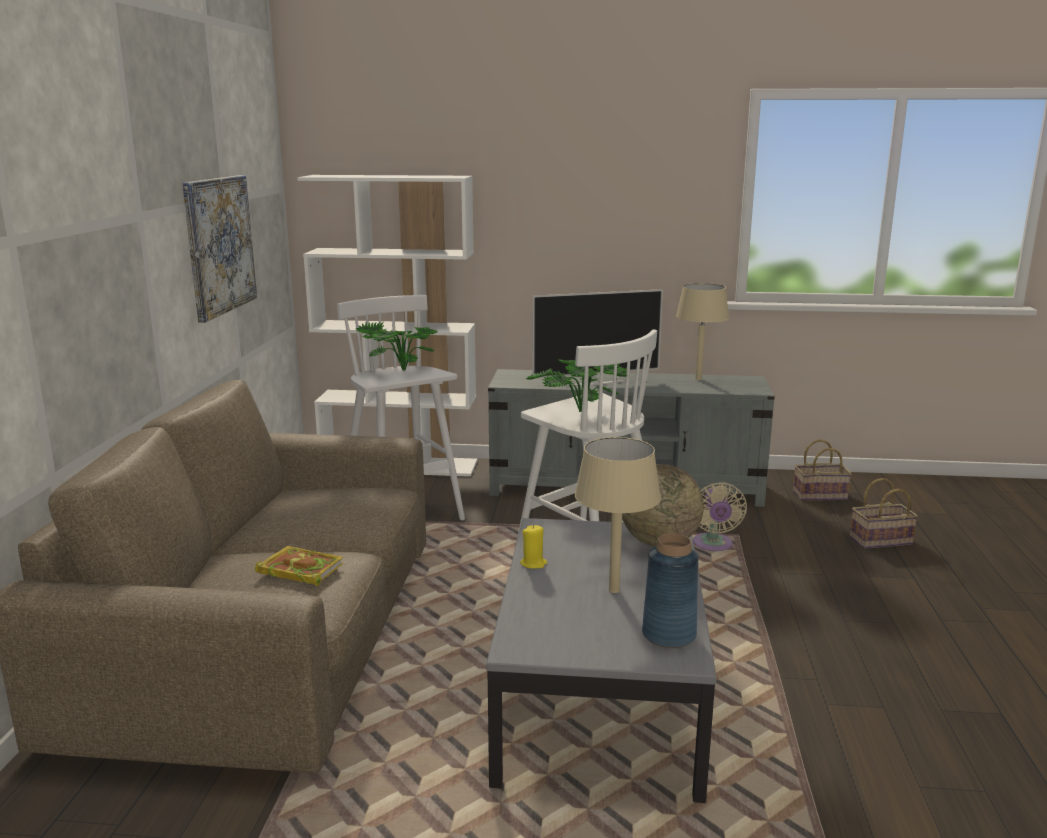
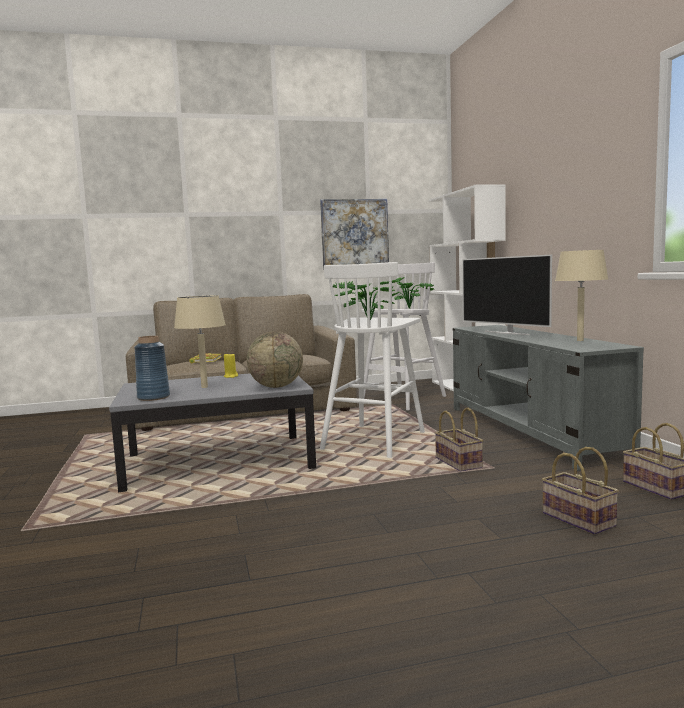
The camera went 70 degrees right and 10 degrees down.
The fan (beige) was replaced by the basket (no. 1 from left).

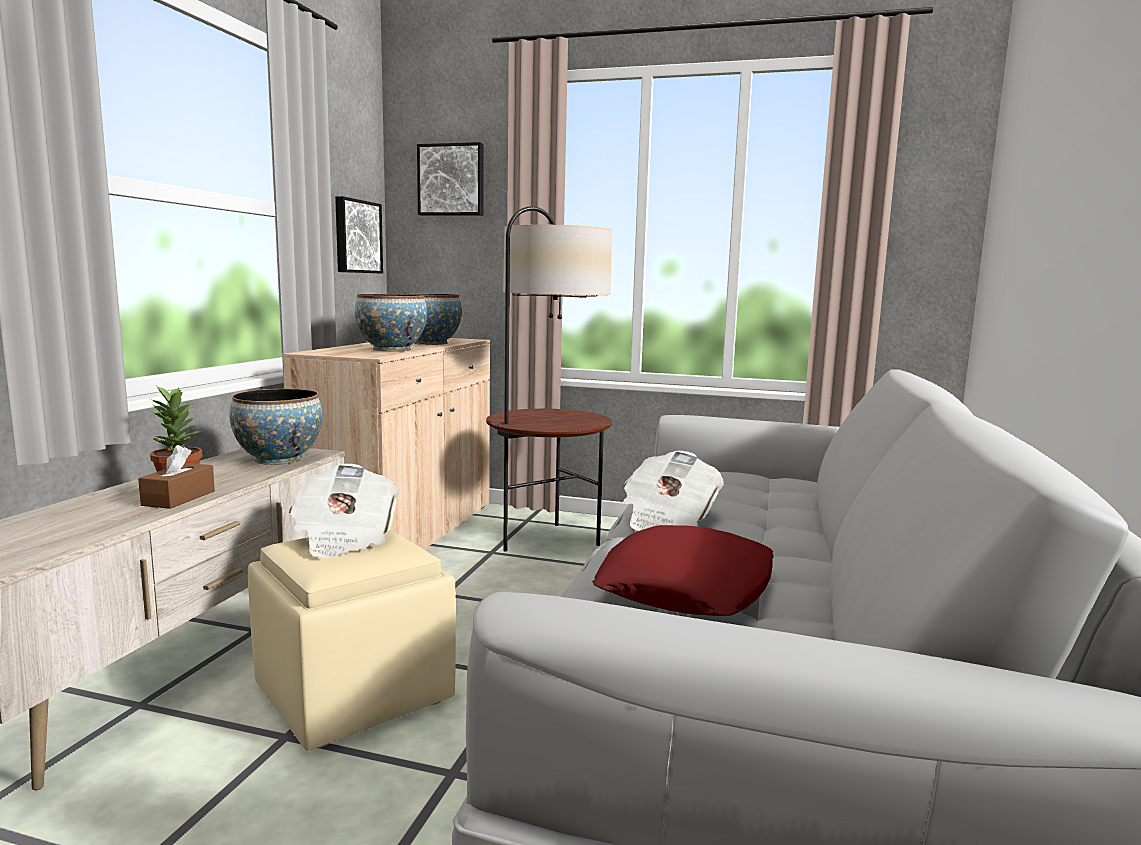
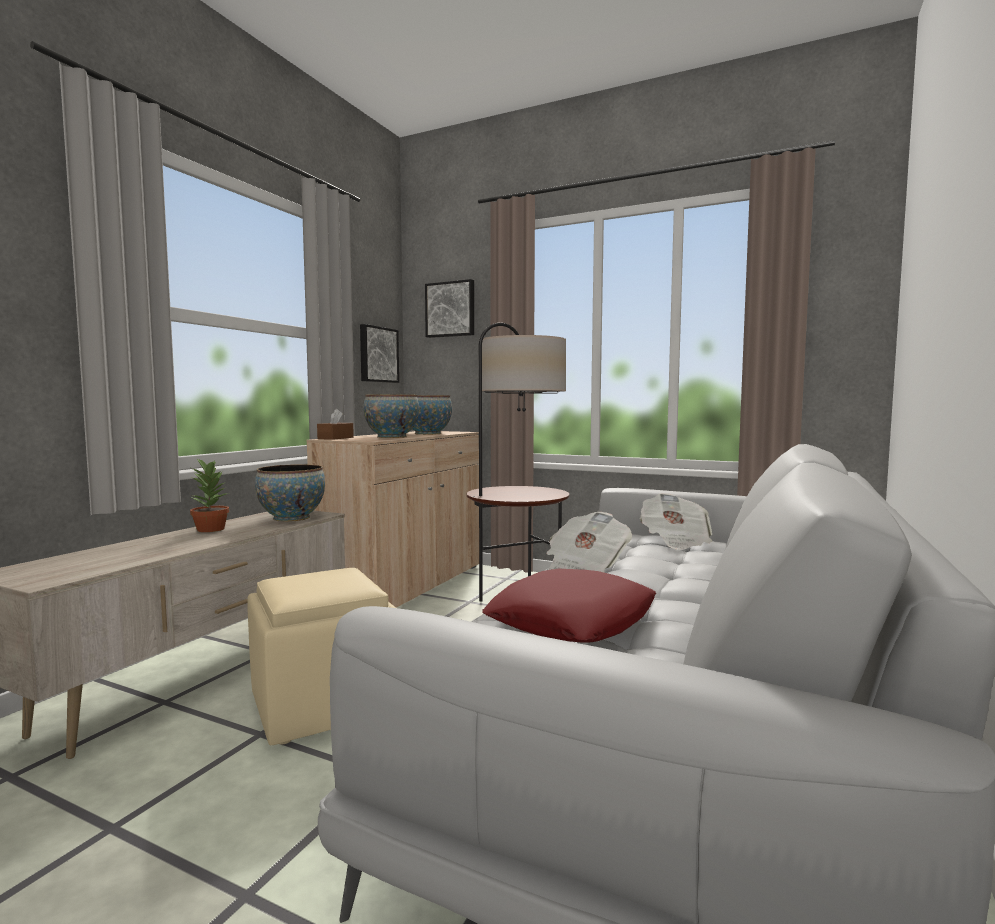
The camera went 10 degrees right and 5 degrees down.
The tissue box (brown) moved.
The newspaper (no. 1 from left in the first image) moved.

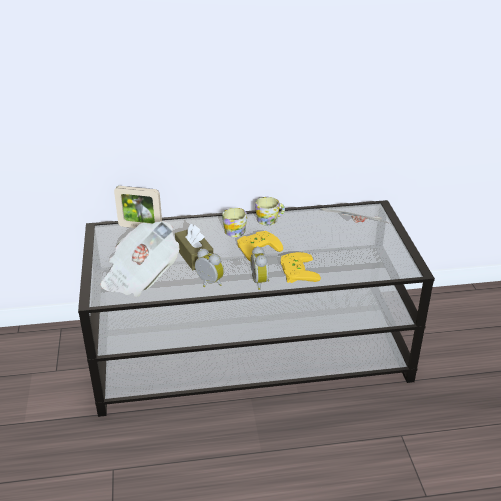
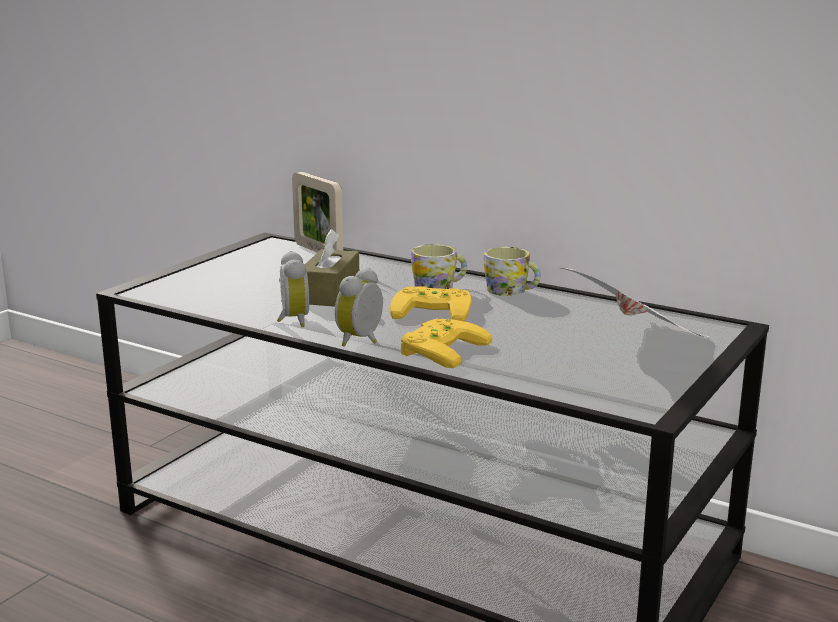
The camera went 40 degrees right and 15 degrees down.
The newspaper (no. 1 from left) disappeared.

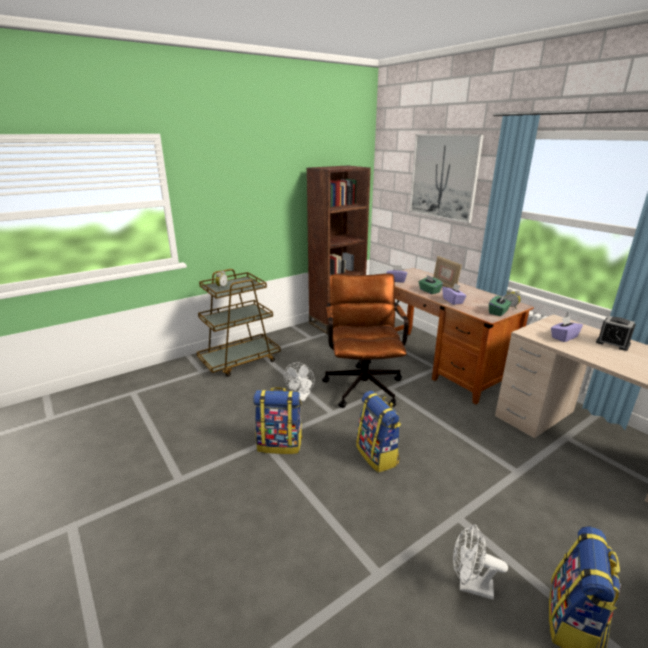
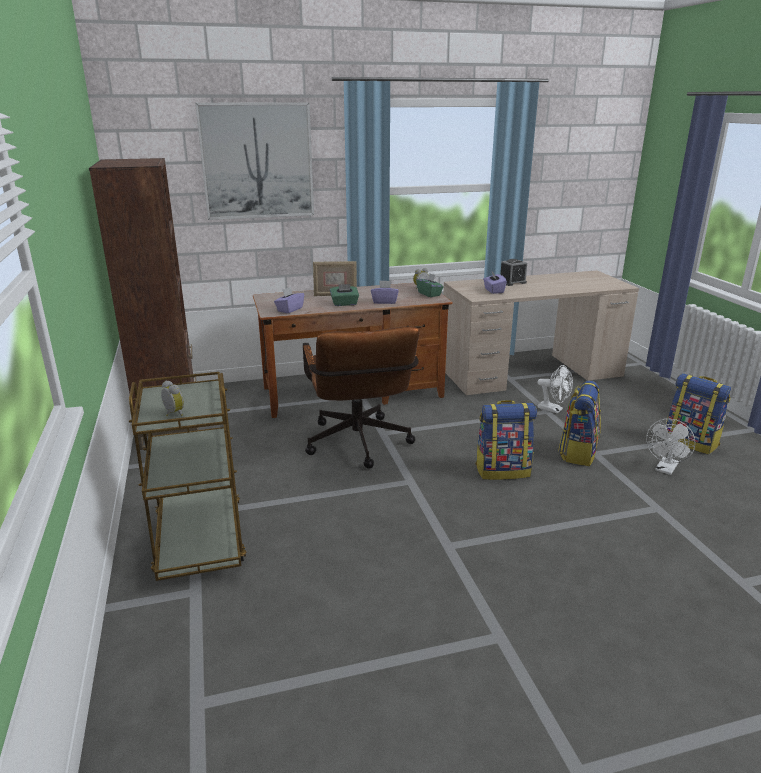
The camera went 70 degrees left and 0 degrees up.
The backpack (no. 1 from left in the first image) moved.
The fan (white) (no. 1 from left) moved.
The office chair (brown) turned 120 degrees counterclockwise.

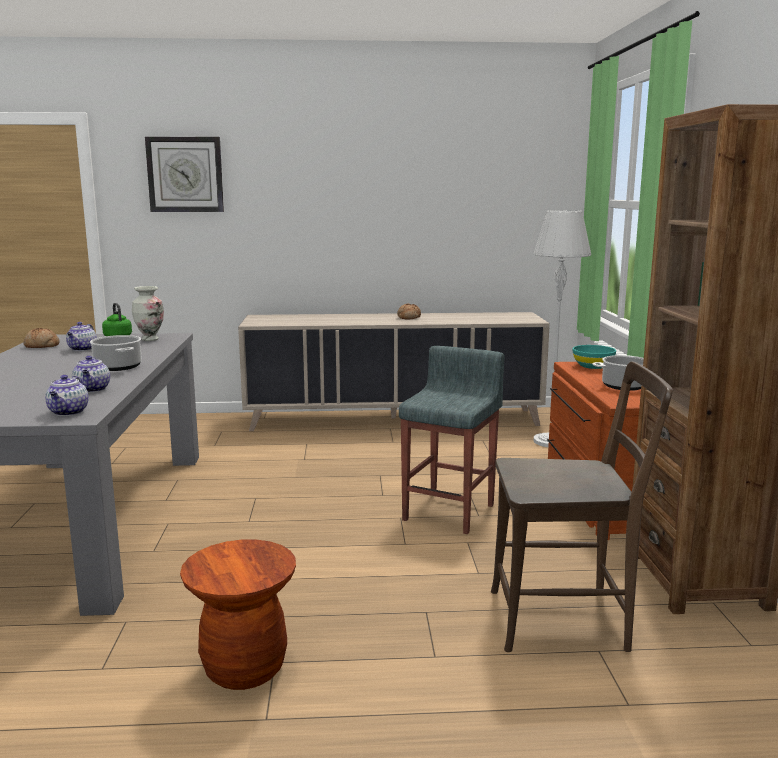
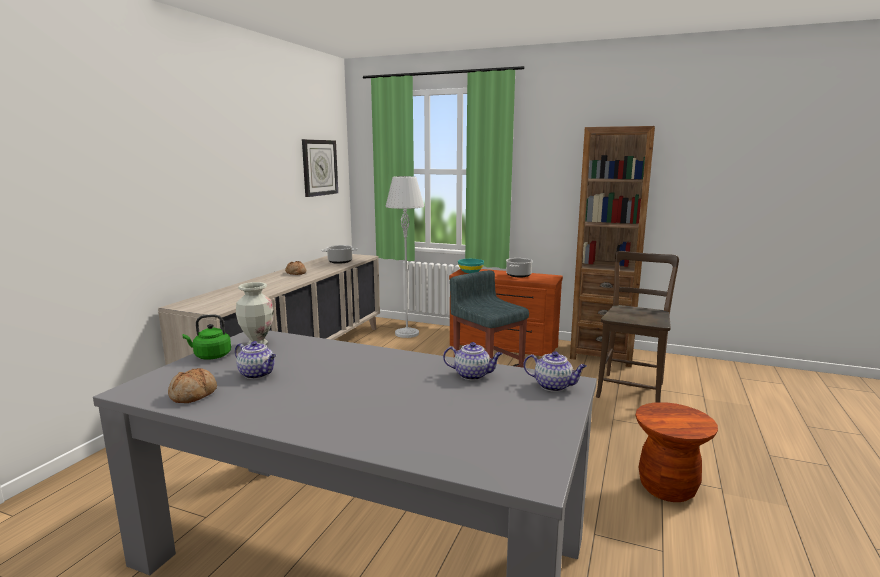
The camera went 65 degrees left and 0 degrees up.
The cooking pot (no. 1 from left) moved.
The wall clock moved.

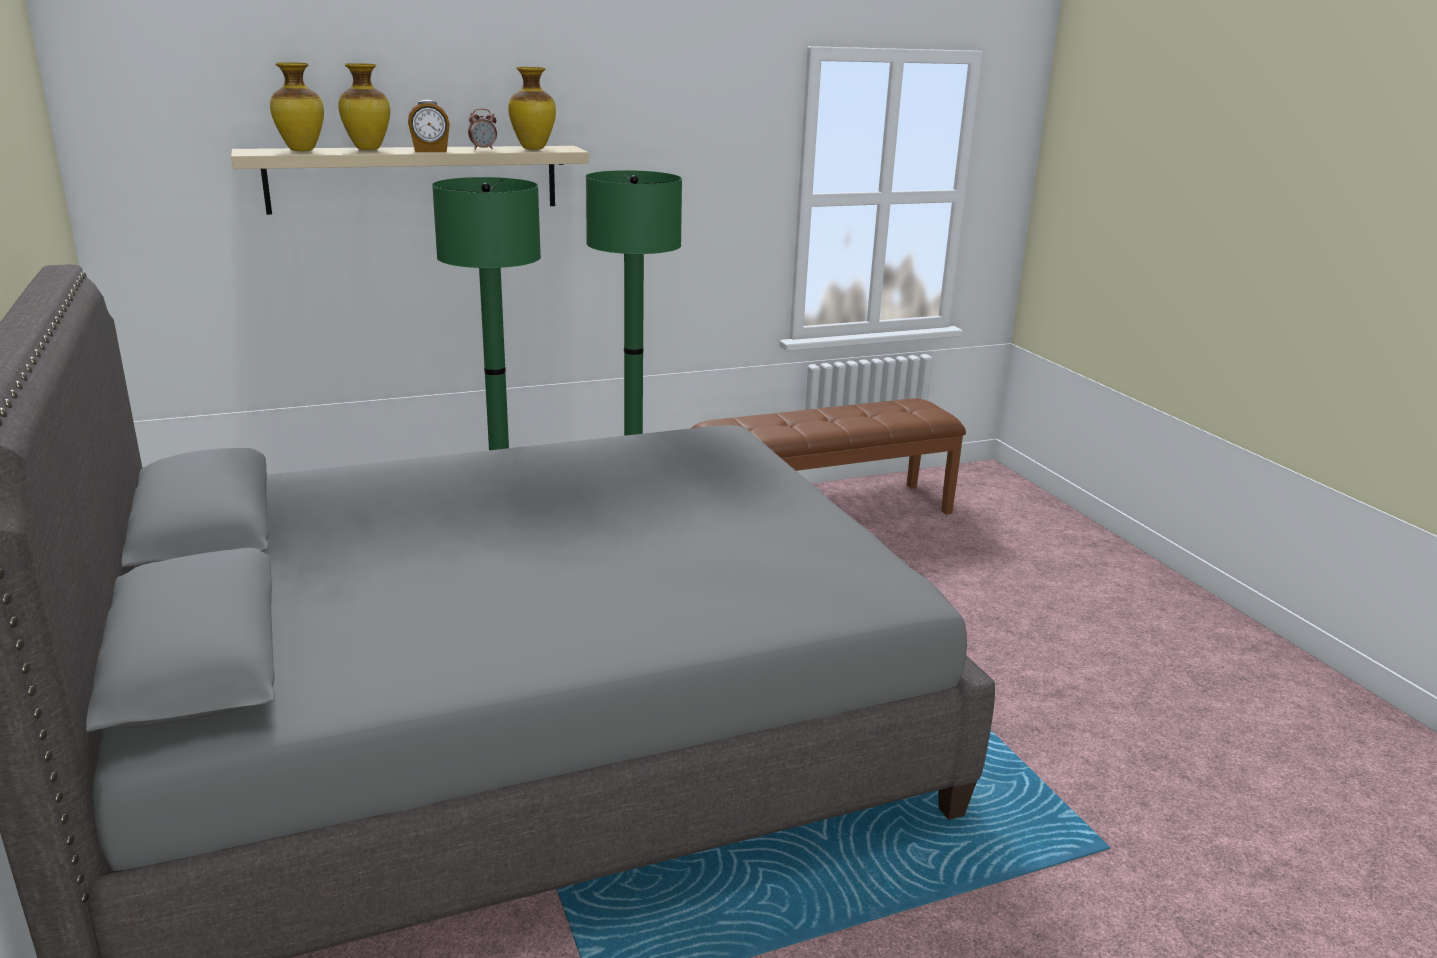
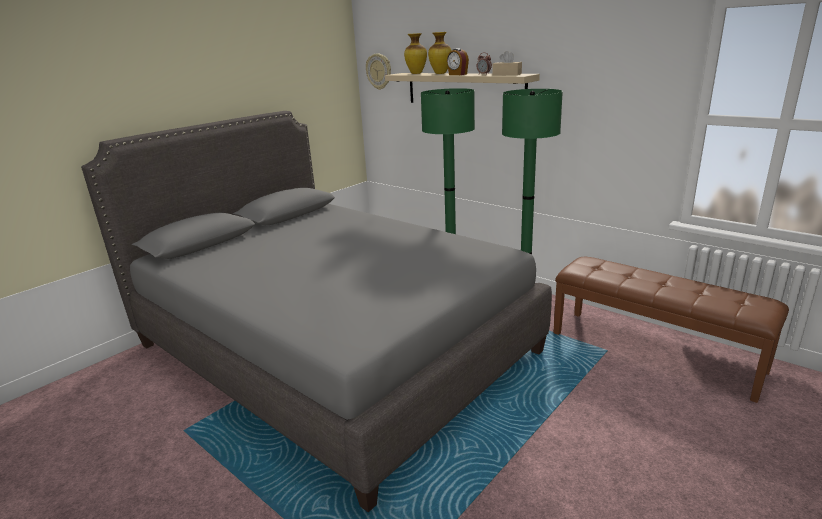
The camera went 65 degrees right and 0 degrees up.
The wall clock appeared.
The vase (no. 3 from left) was replaced by the tissue box (beige).

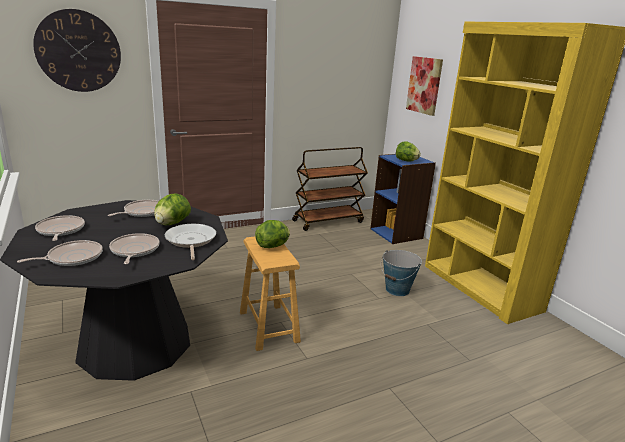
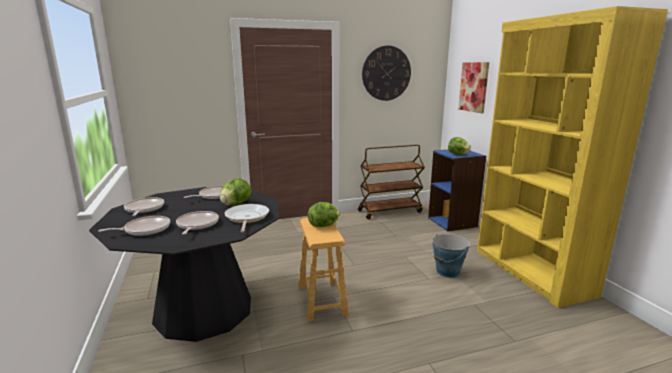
The camera went 10 degrees right and 5 degrees down.
The wall clock moved.

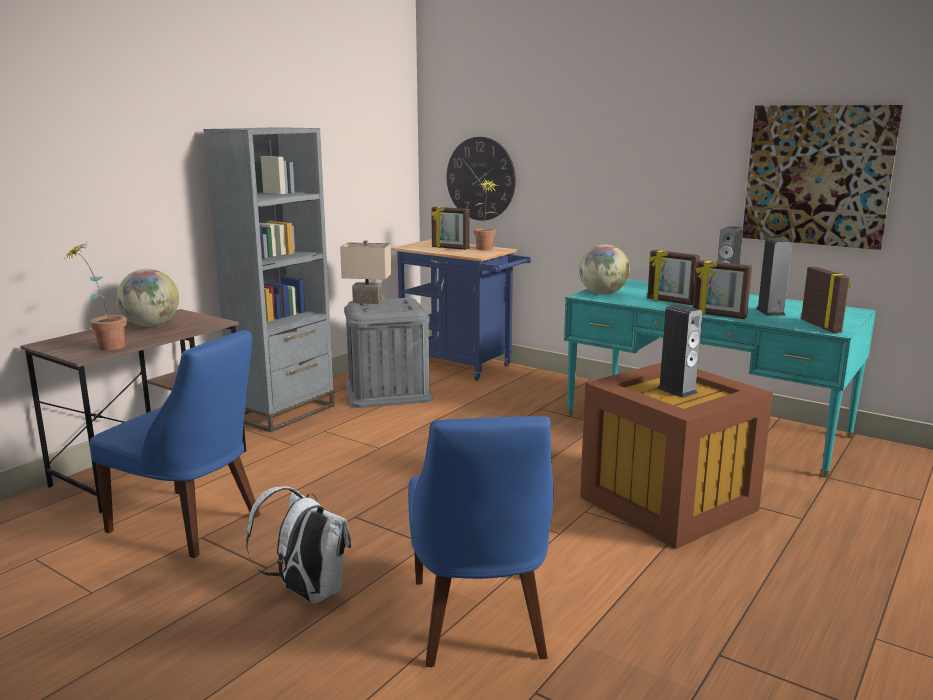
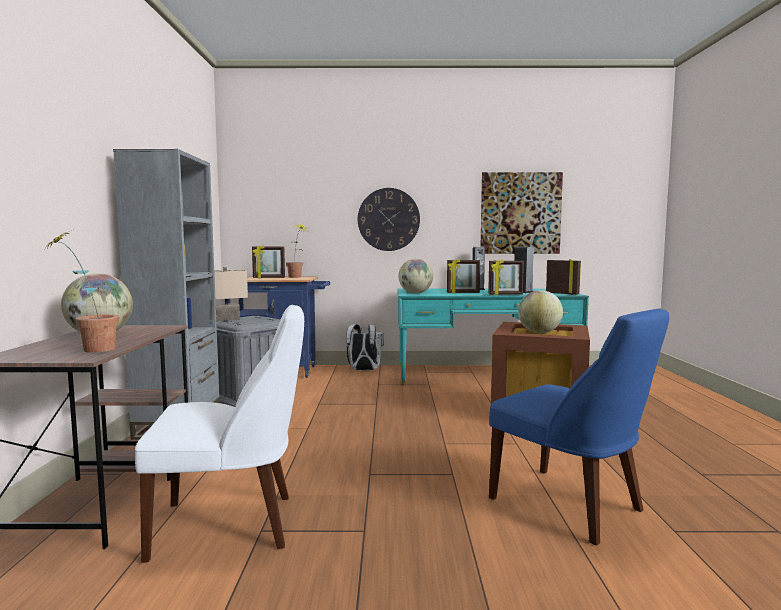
The camera went 35 degrees left and 10 degrees down.
The backpack (white) moved.
The wall clock moved.
The speaker (no. 1 from left) was replaced by the globe (no. 3 from left).
The chair (blue) (no. 1 from left) became the chair (white).

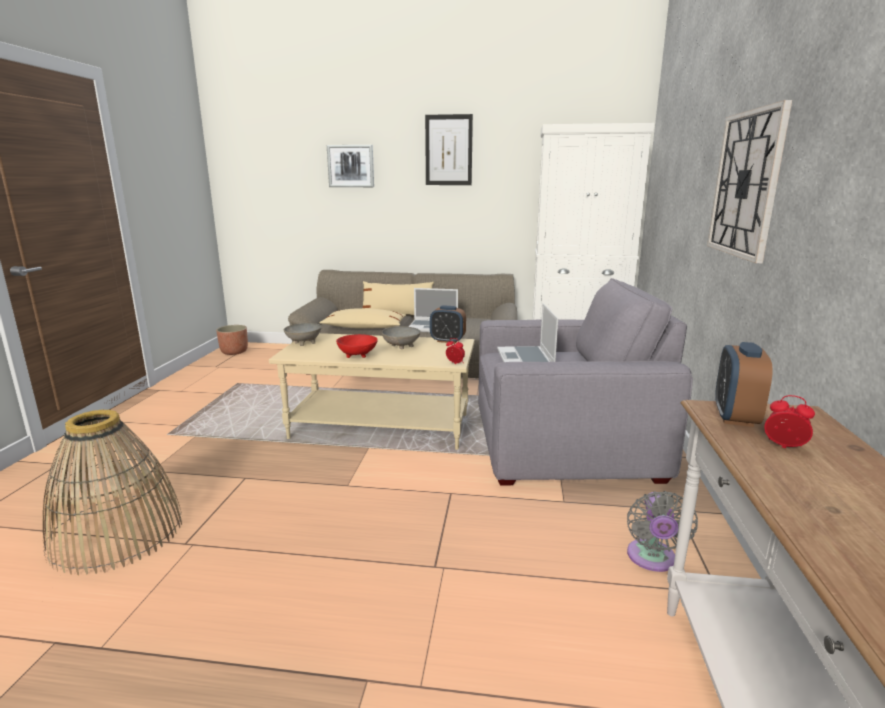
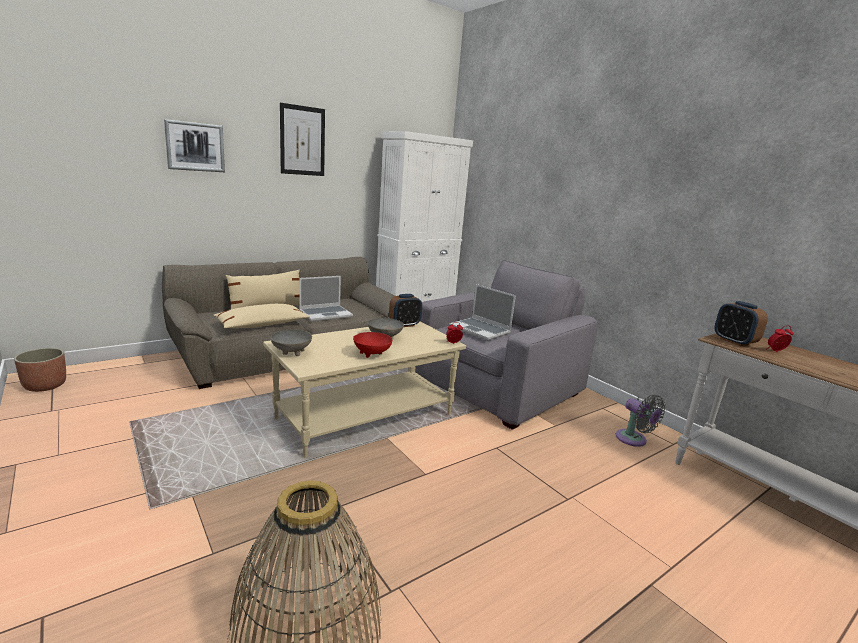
The camera went 45 degrees left and 0 degrees up.
The wall clock disappeared.

